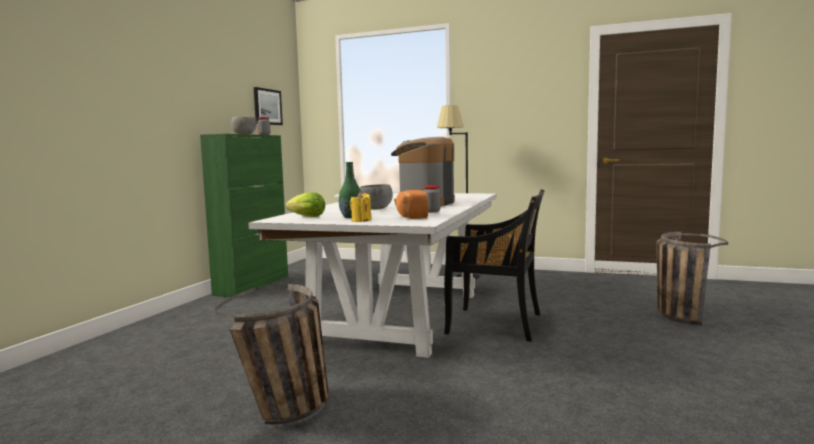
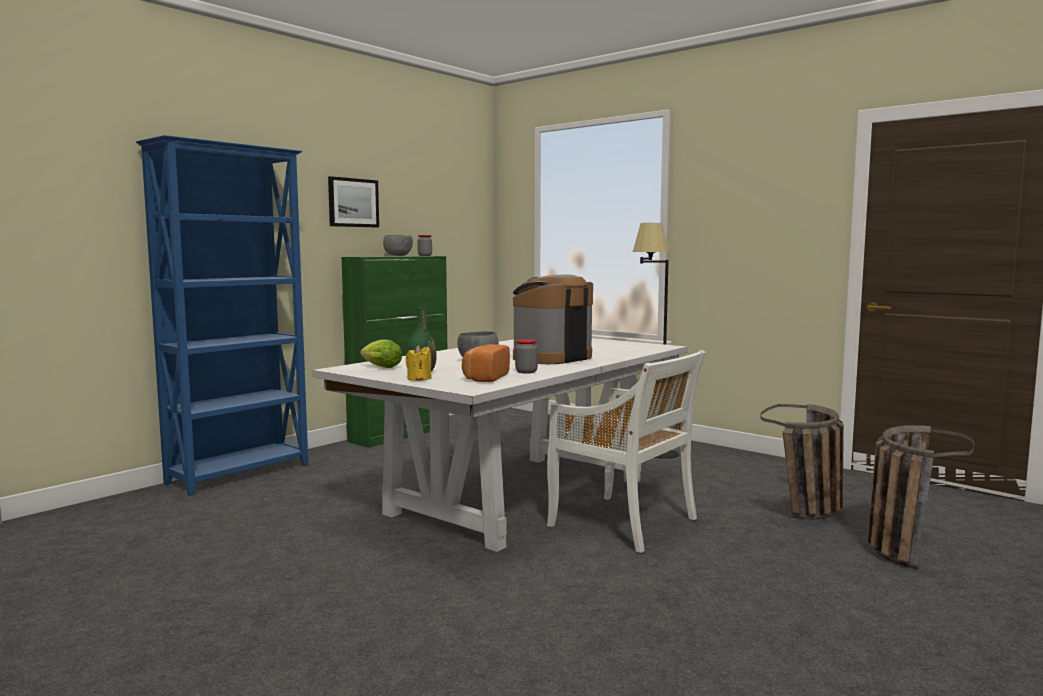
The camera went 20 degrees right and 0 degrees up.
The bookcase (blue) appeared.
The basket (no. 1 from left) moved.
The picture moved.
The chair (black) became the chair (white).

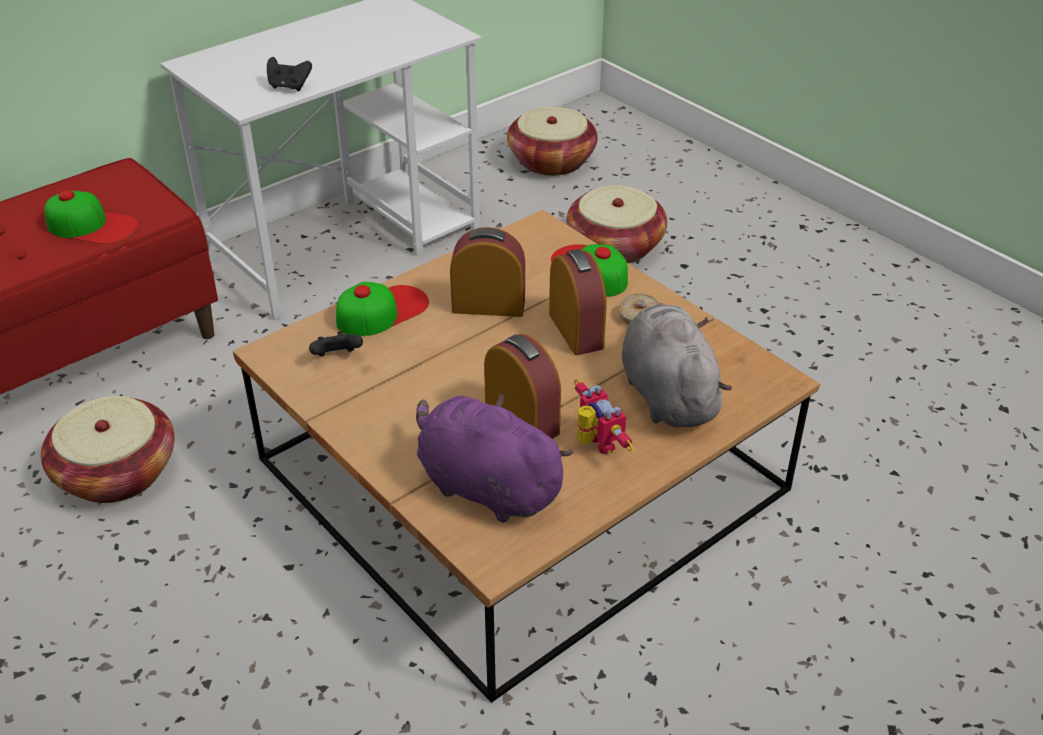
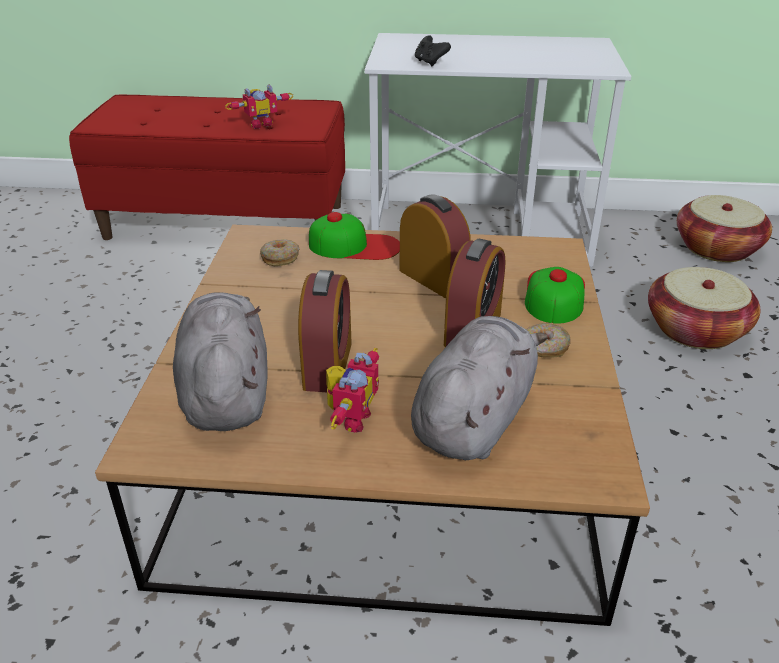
The camera went 45 degrees right and 5 degrees down.
The basket (no. 1 from left) disappeared.
The cap (no. 1 from left) was replaced by the toy robot (no. 1 from left).
The game controller (black) (no. 2 from left) was replaced by the donut (no. 1 from left).
The plush toy (purple) became the plush toy (grey) (no. 1 from left).

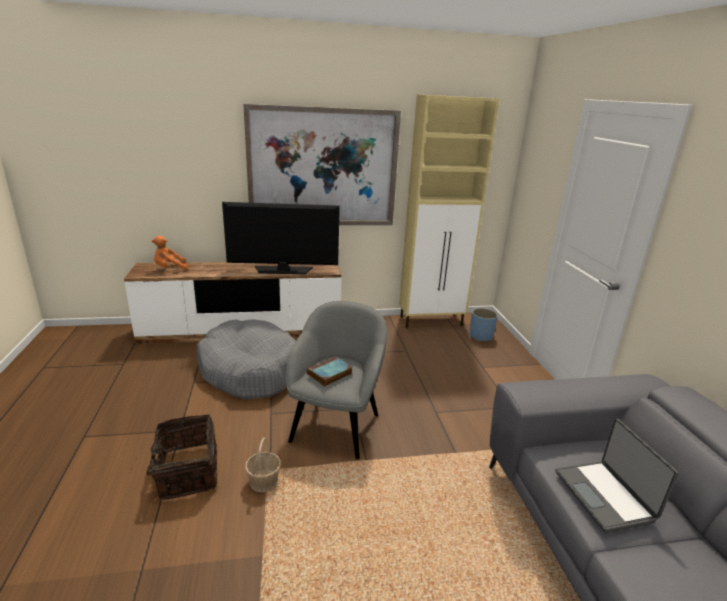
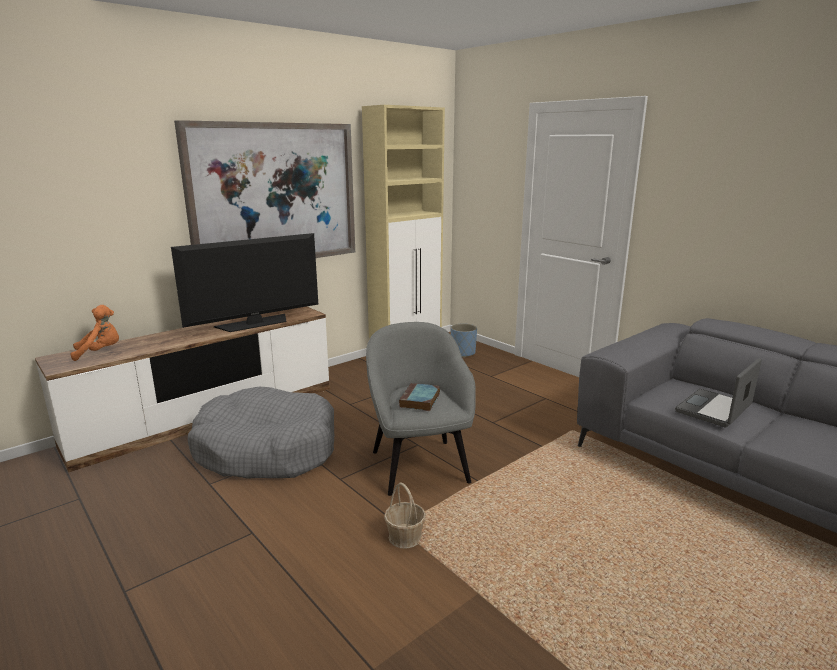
The camera went 30 degrees left and 5 degrees down.
The basket (no. 1 from left) disappeared.
The plush toy (orange) turned 150 degrees counterclockwise.
The laptop turned 90 degrees clockwise.

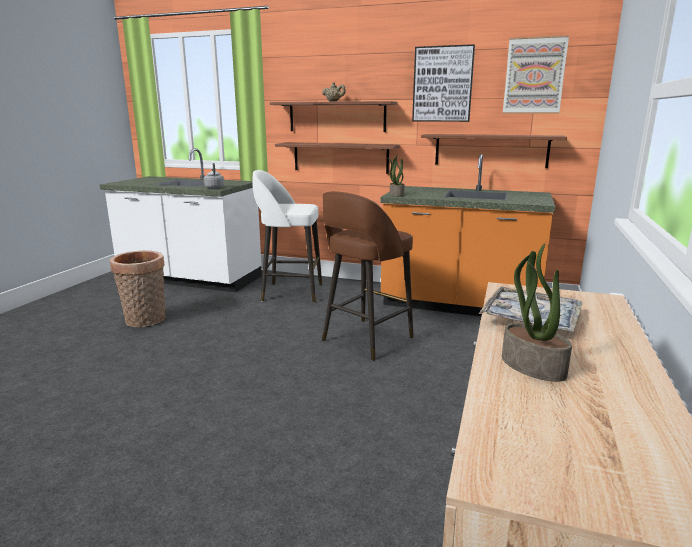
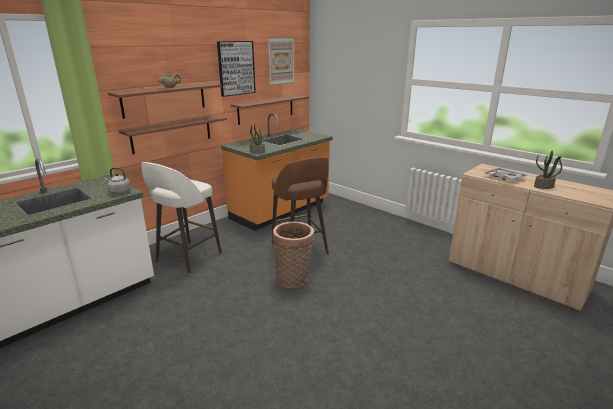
The camera went 65 degrees left and 5 degrees up.
The basket moved.

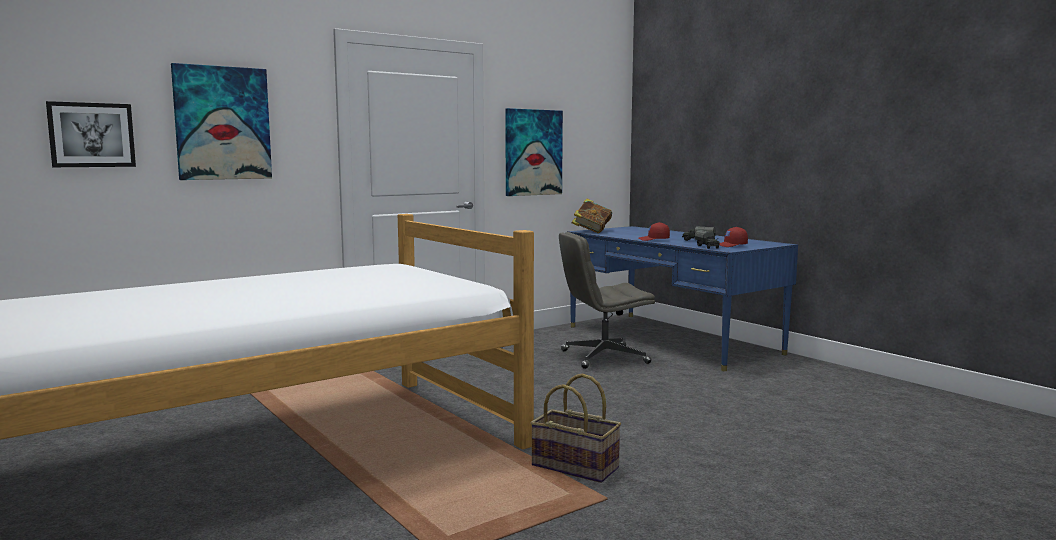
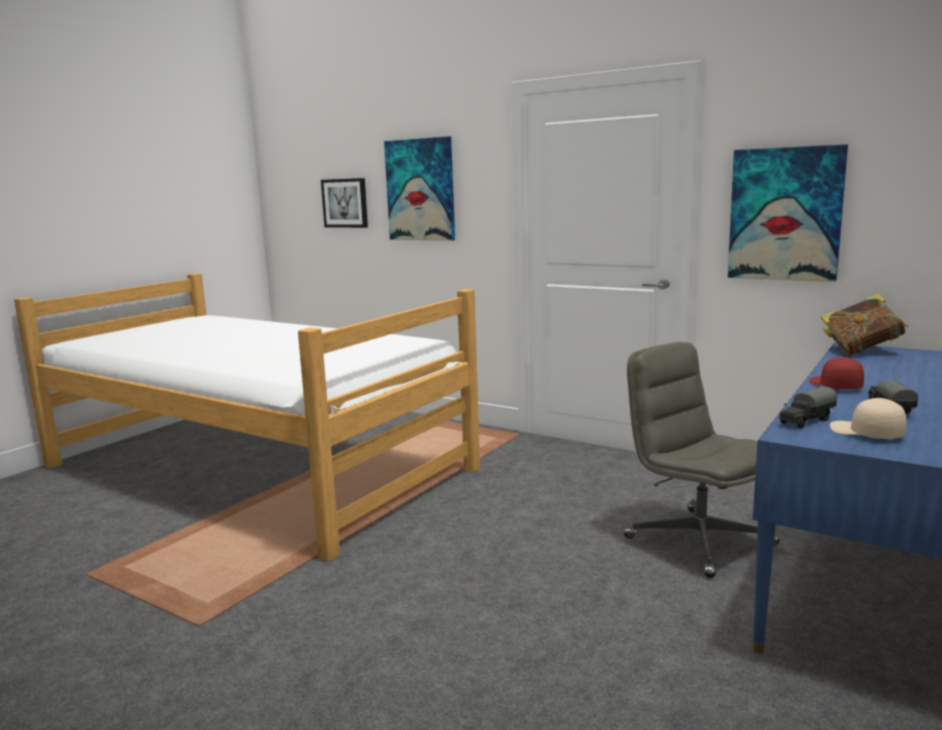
The camera went 70 degrees right and 5 degrees up.
The basket disappeared.
The cap (red) (no. 2 from left) became the cap (beige).

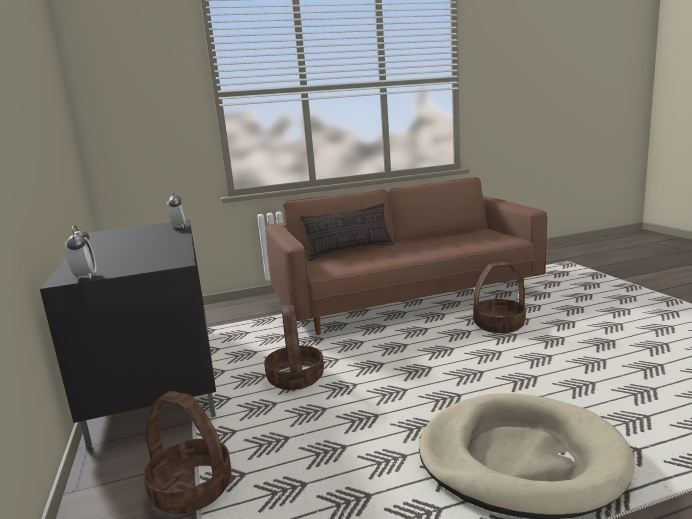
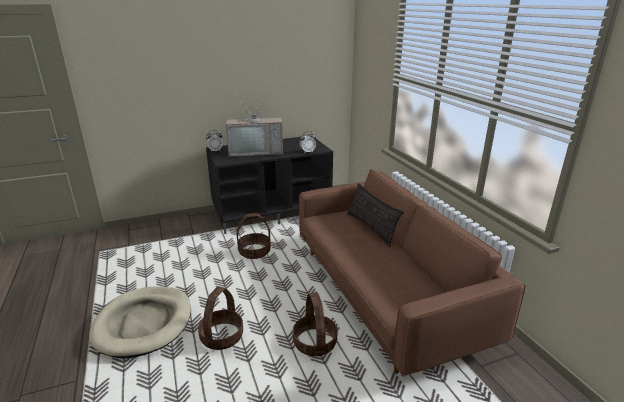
The camera went 85 degrees right and 10 degrees up.
The television appeared.
The basket (no. 1 from left) moved.

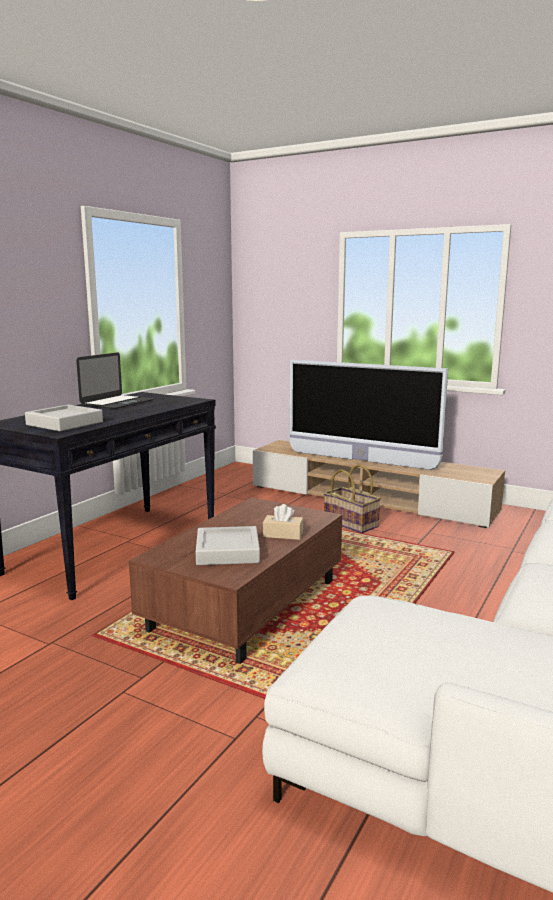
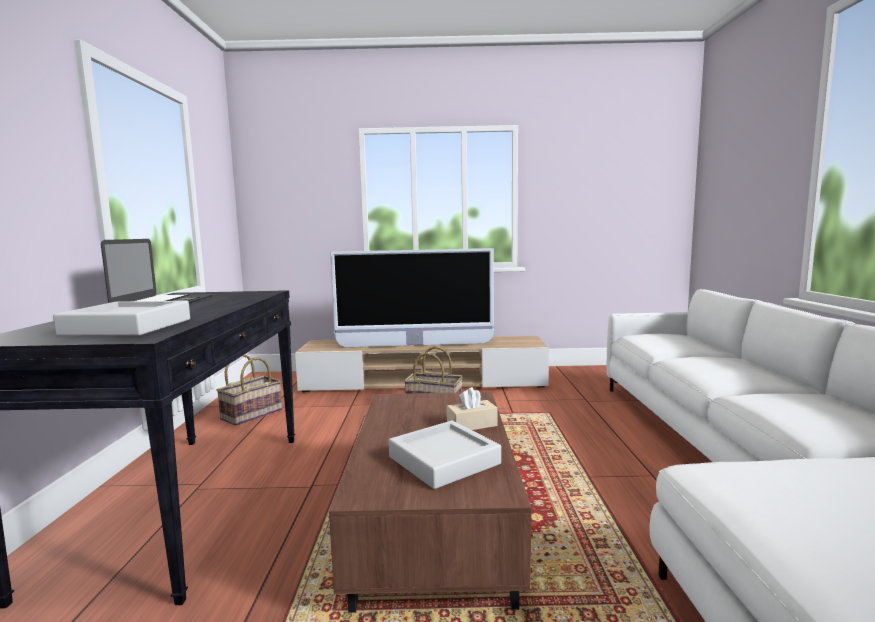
The camera went 30 degrees left and 5 degrees down.
The basket (no. 1 from left) appeared.

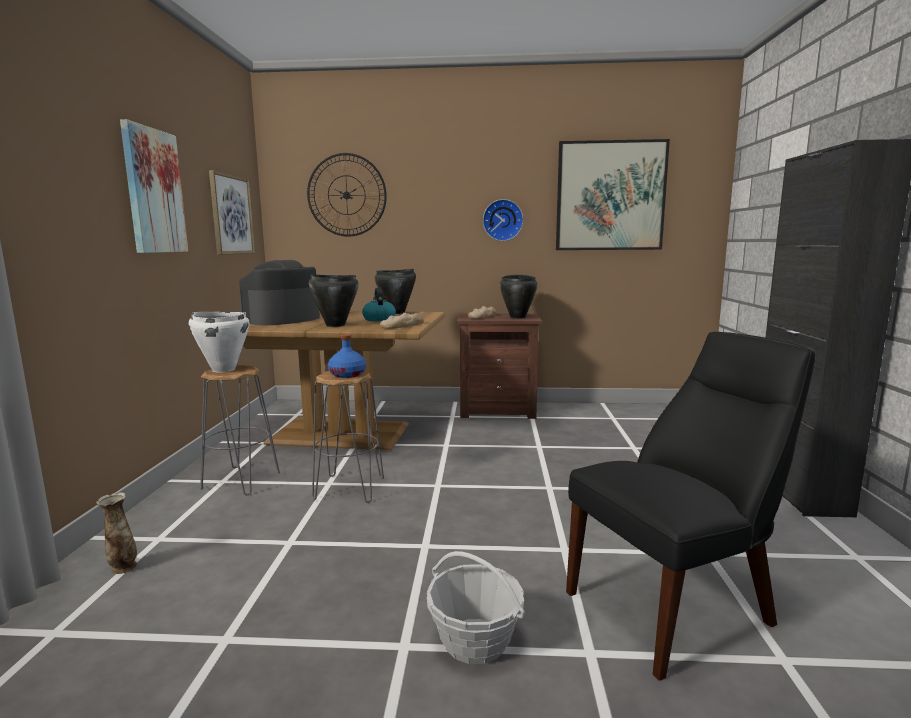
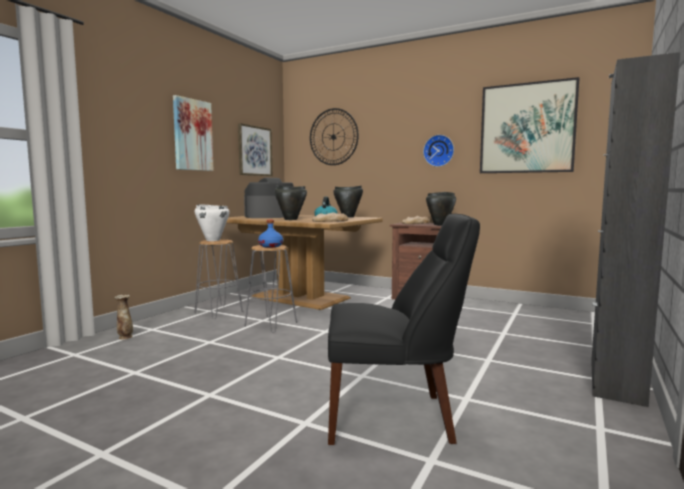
The camera went 25 degrees right and 5 degrees down.
The basket disappeared.

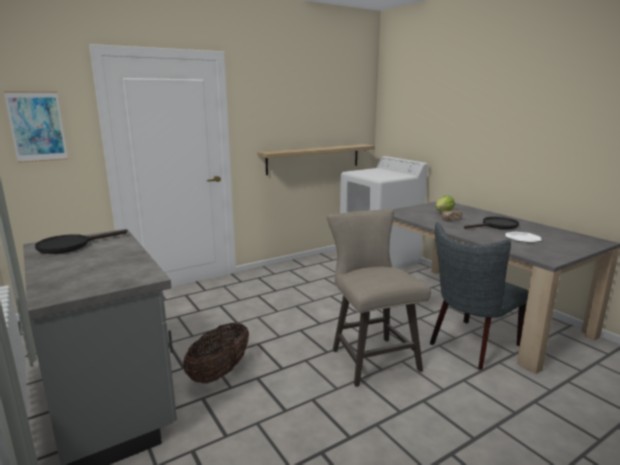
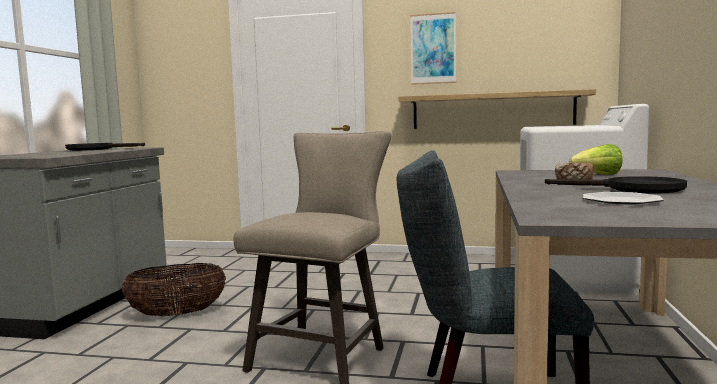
The camera went 45 degrees right and 10 degrees down.
The picture moved.

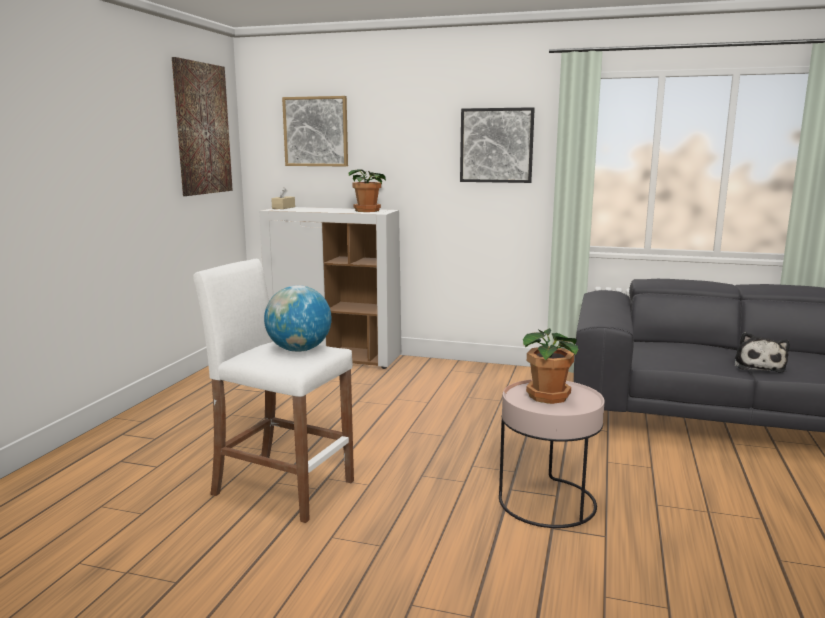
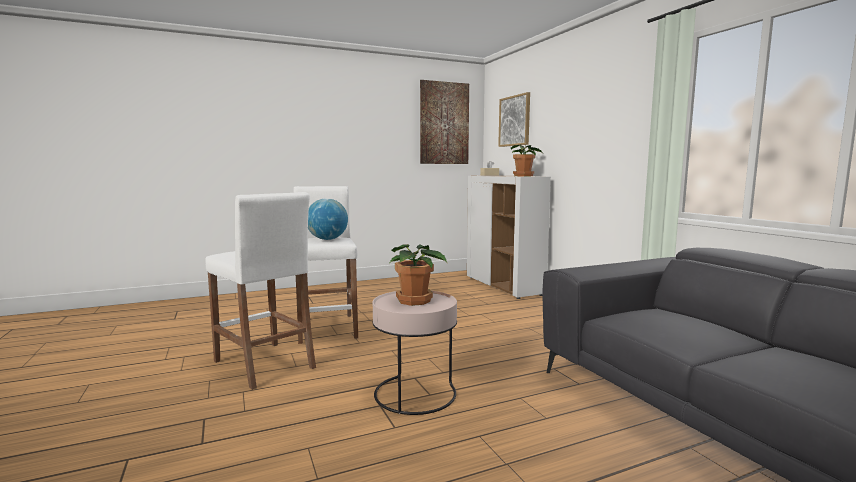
The camera went 50 degrees right and 5 degrees down.
The picture (no. 3 from left) disappeared.
The plush toy disappeared.
The stool (white) (no. 1 from left) appeared.

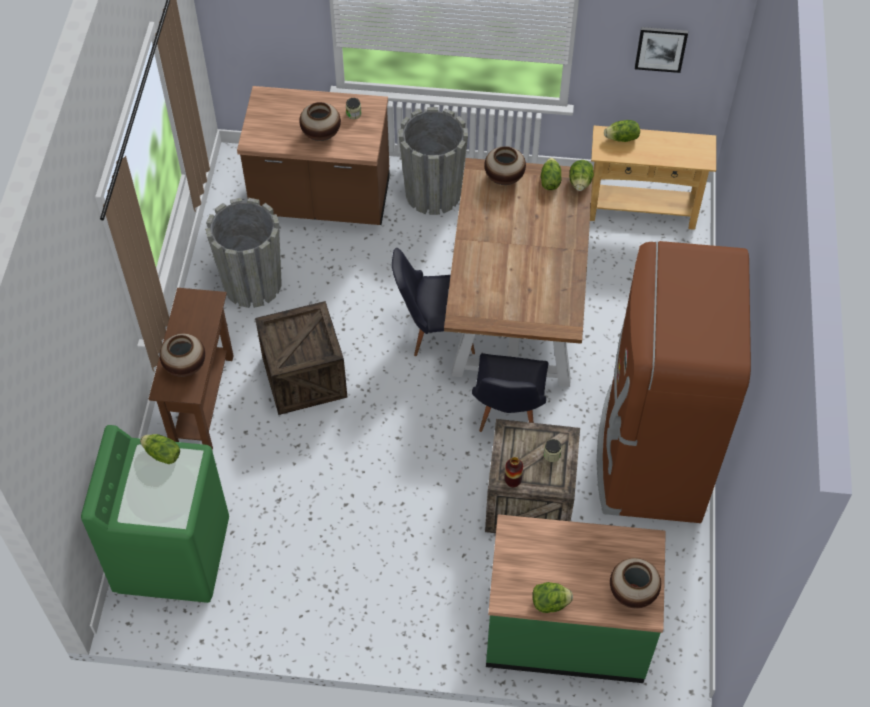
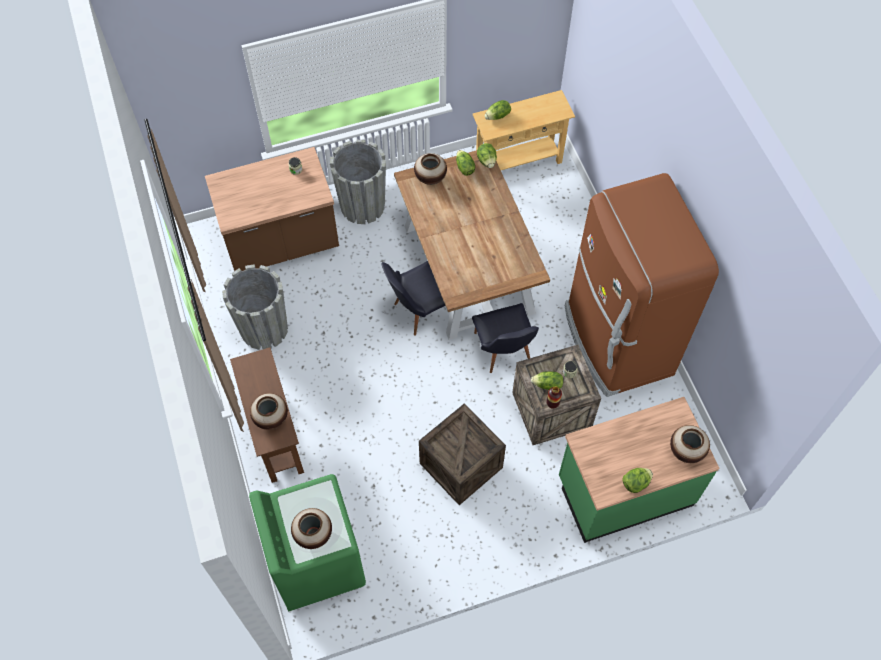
The camera went 25 degrees left and 5 degrees up.
The picture disappeared.
The lettuce (no. 1 from left in the first image) moved.
The crate (no. 1 from left) moved.
The vase (no. 2 from left) moved.

